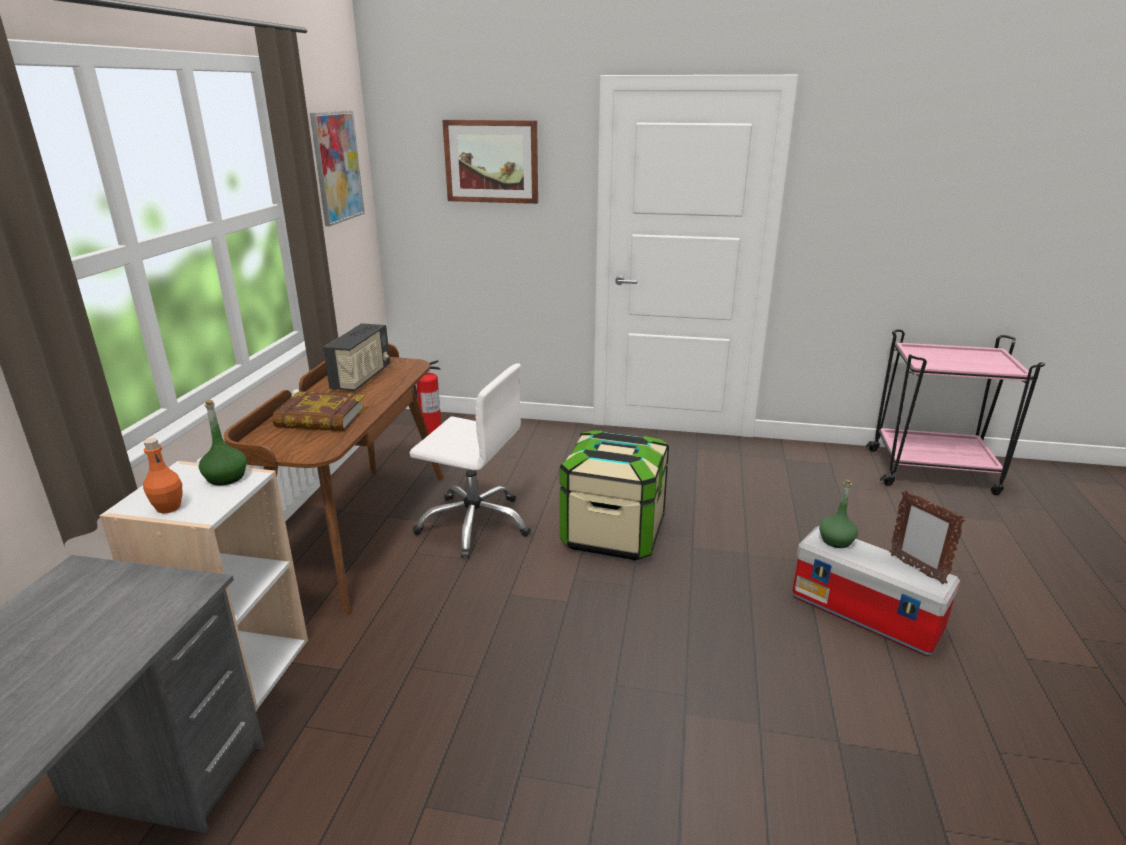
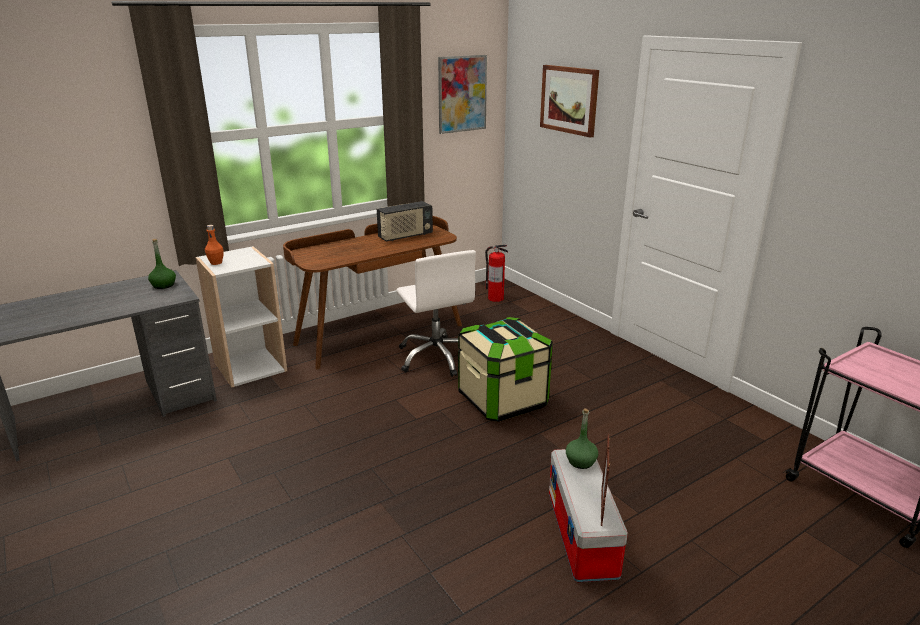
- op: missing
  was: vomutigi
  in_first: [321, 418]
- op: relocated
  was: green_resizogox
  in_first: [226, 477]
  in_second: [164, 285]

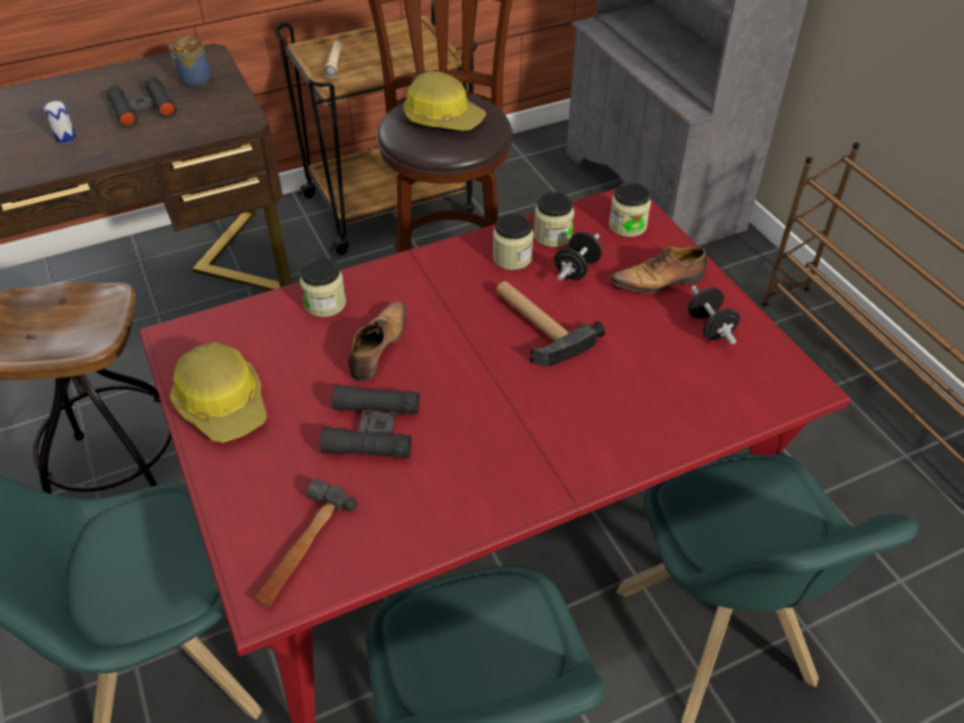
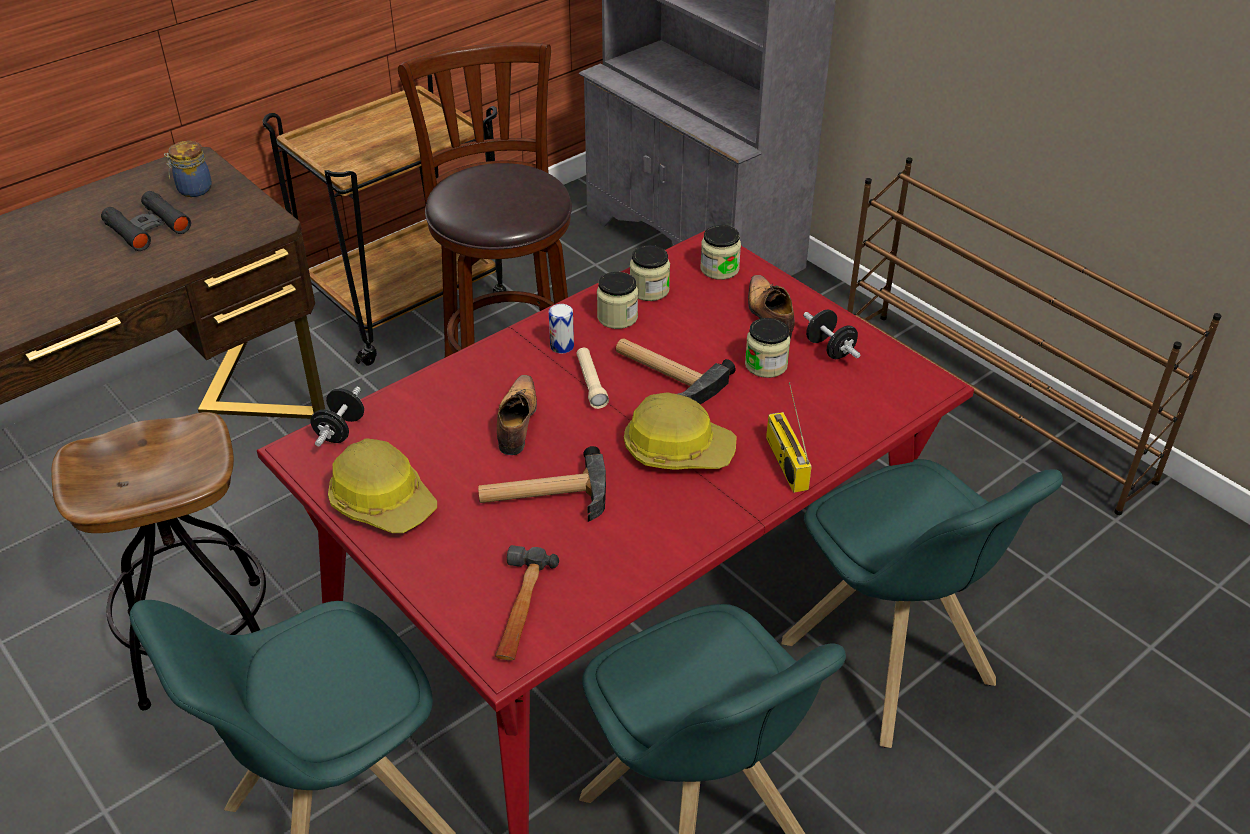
- op: appeared
  now: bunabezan
  in_second: [784, 462]
- op: relocated
  was: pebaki
  in_first: [66, 138]
  in_second: [562, 346]
- op: relocated
  was: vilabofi
  in_first: [325, 303]
  in_second: [766, 365]
- op: relocated
  was: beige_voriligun
  in_first: [334, 64]
  in_second: [591, 383]
- op: relocated
  was: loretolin
  in_first: [443, 118]
  in_second: [678, 449]
- op: relocated
  was: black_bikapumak
  in_first: [577, 269]
  in_second: [340, 430]
- op: exchanged
  was: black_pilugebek
  now: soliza
  in_first: [372, 429]
  in_second: [543, 495]
- op: spun
  was: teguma
  in_first: [660, 281]
  in_second: [769, 315]
  clockwise: 105

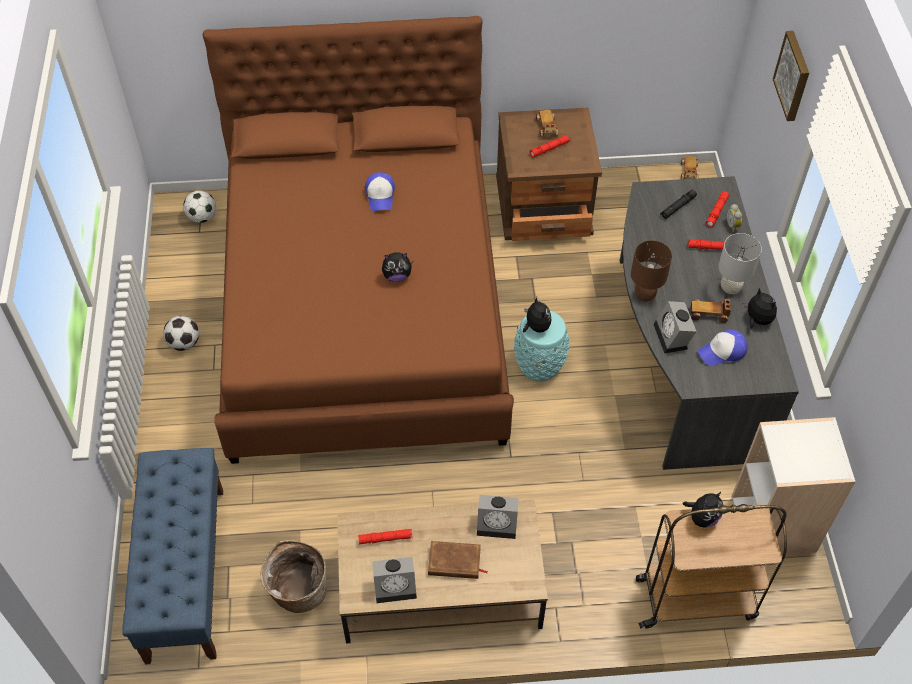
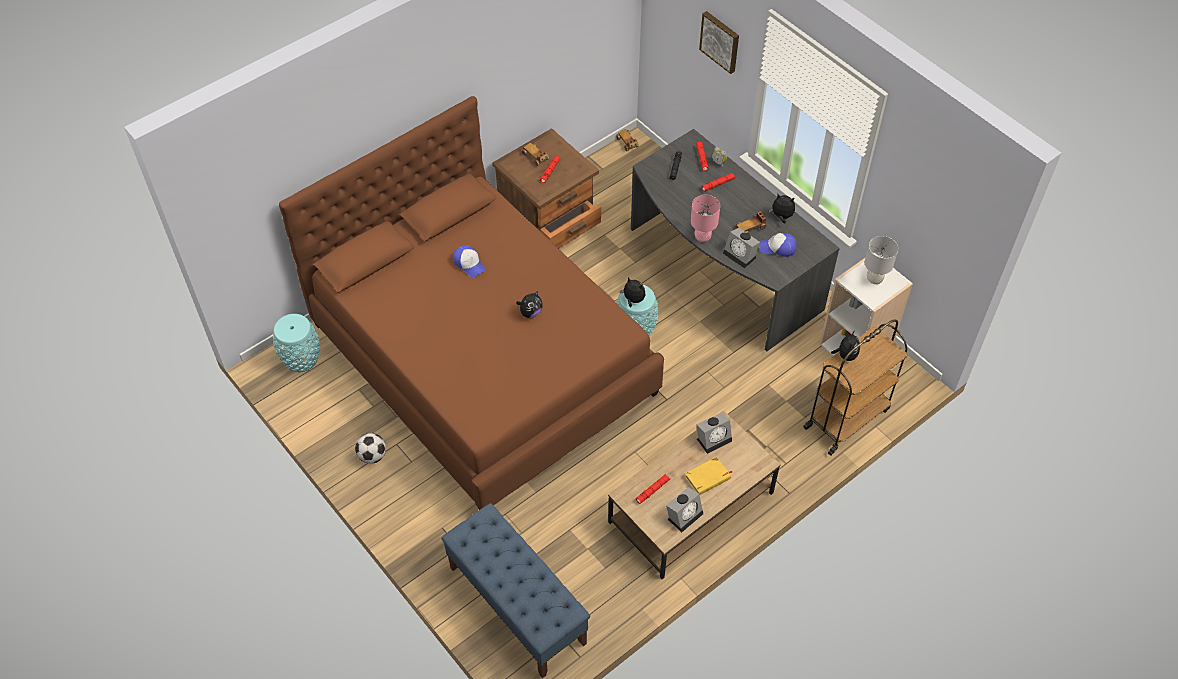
- op: missing
  was: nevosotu
  in_first: [298, 590]
- op: relocated
  was: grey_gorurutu
  in_first: [730, 287]
  in_second: [873, 279]
- op: exchanged
  was: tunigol
  now: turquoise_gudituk
  in_first: [202, 217]
  in_second: [301, 359]
- op: colour
  was: brown_vomutigi
  now: yellow_vomutigi
  in_first: [454, 562]
  in_second: [708, 478]
- op: colour
  was: brown_gorurutu
  now: pink_gorurutu
  in_first: [645, 294]
  in_second: [702, 237]
- op: spun
  was: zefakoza
  in_first: [722, 351]
  in_second: [777, 248]
  clockwise: 60

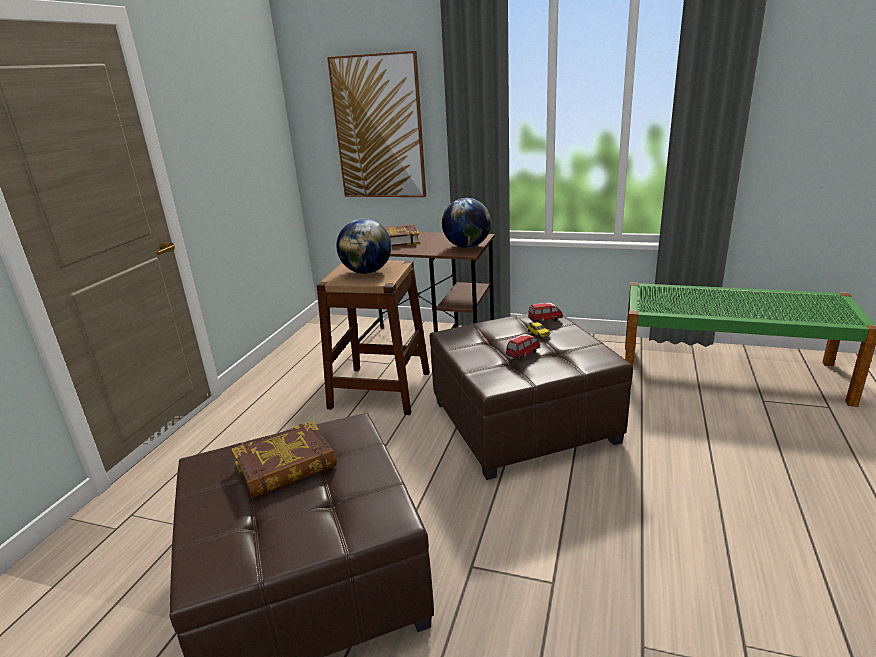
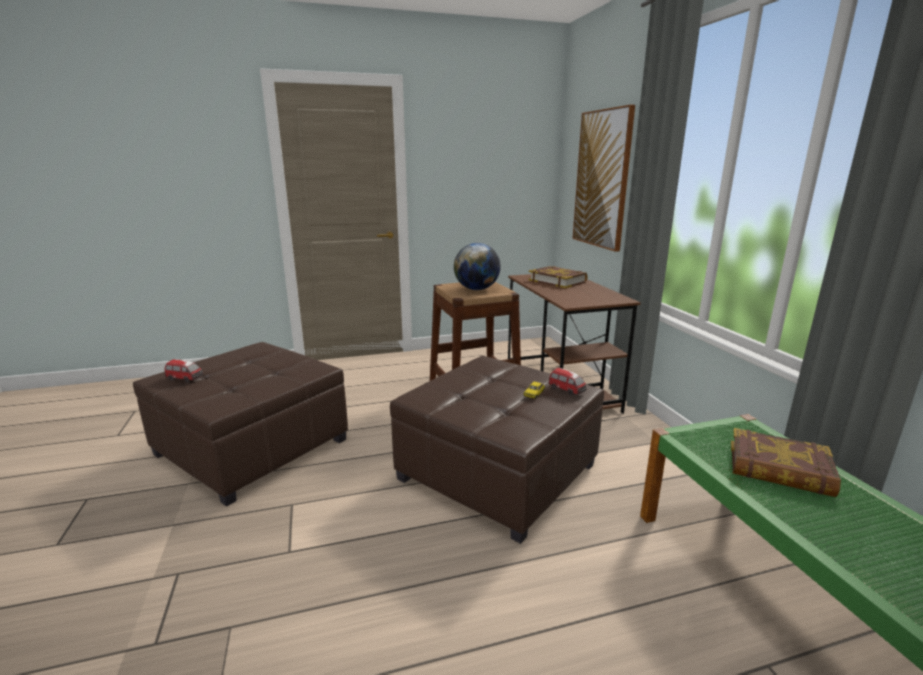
- op: missing
  was: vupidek
  in_first: [467, 246]
- op: relocated
  was: vomutigi
  in_first: [286, 466]
  in_second: [779, 469]
- op: relocated
  was: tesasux
  in_first: [523, 354]
  in_second: [185, 379]

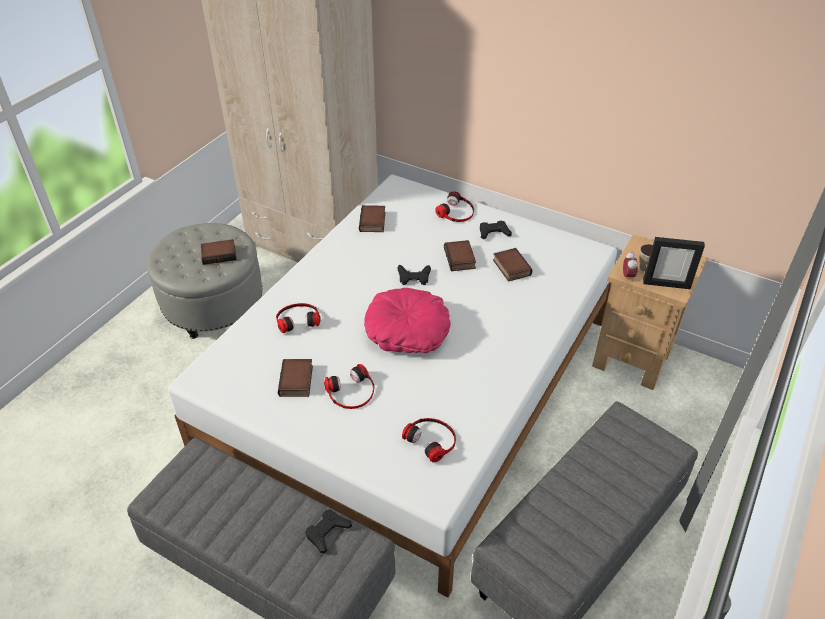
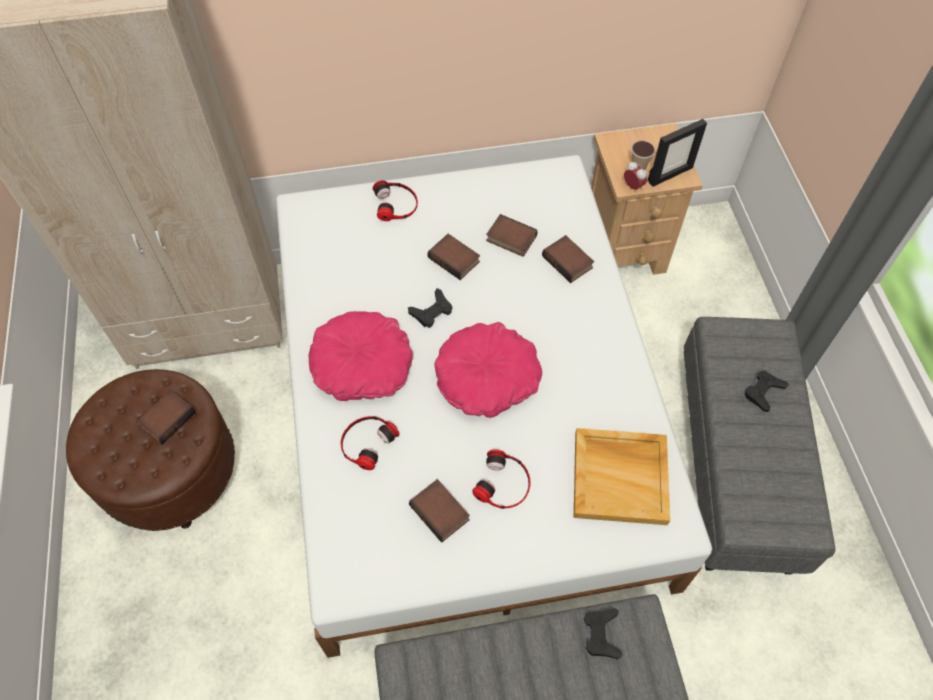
- op: appeared
  now: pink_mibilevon
  in_second: [362, 363]
- op: relocated
  was: vomutigi
  in_first: [373, 222]
  in_second: [569, 262]
- op: relocated
  was: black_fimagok
  in_first: [494, 232]
  in_second: [763, 392]
- op: exchanged
  was: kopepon
  now: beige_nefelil
  in_first: [432, 440]
  in_second: [621, 477]
- op: colour
  was: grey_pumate
  now: brown_pumate
  in_first: [214, 306]
  in_second: [171, 472]

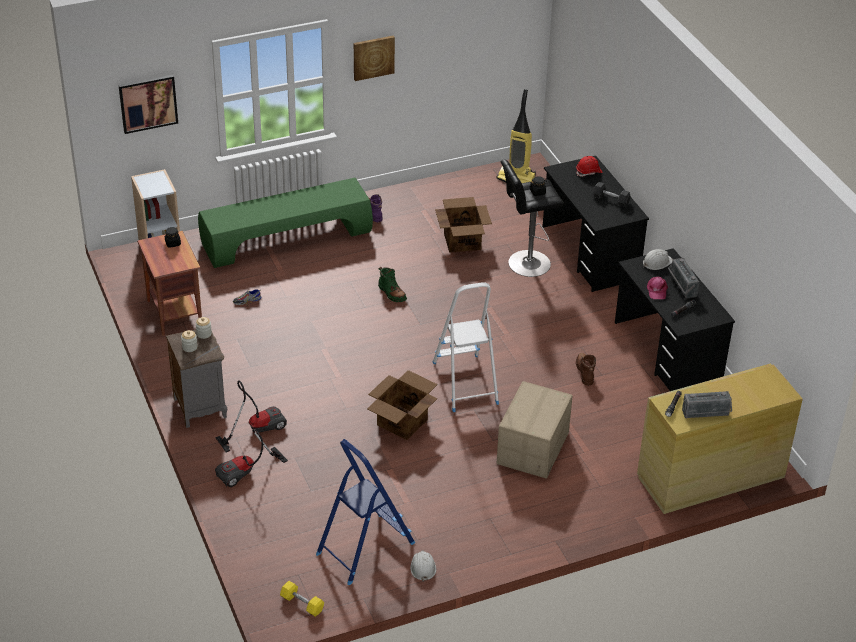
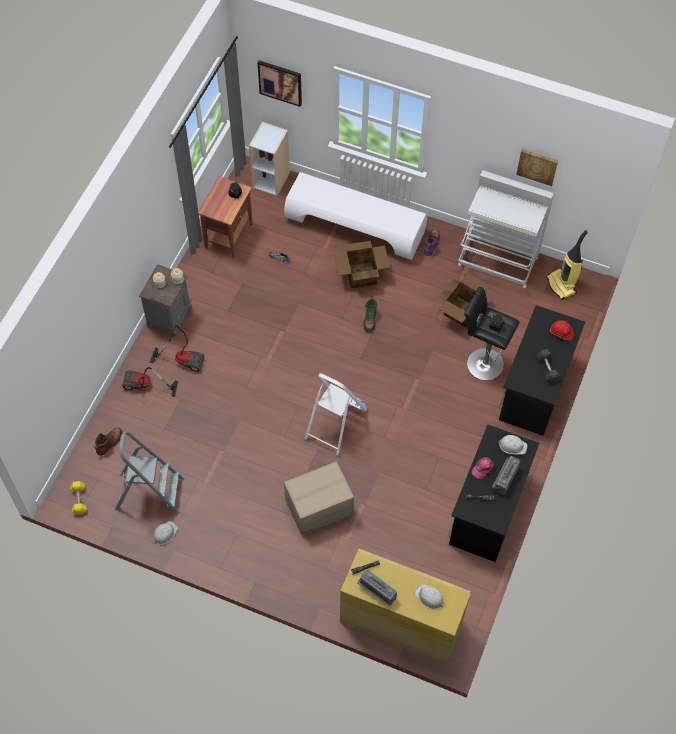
- op: appeared
  now: white_loretolin
  in_second: [429, 597]
- op: appeared
  now: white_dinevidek
  in_second: [497, 263]
- op: relocated
  was: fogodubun
  in_first: [373, 57]
  in_second: [537, 166]
- op: relocated
  was: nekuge
  in_first: [401, 422]
  in_second: [360, 275]
- op: relocated
  was: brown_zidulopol
  in_first: [585, 372]
  in_second: [109, 443]
- op: colour
  was: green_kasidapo
  now: white_kasidapo
  in_first: [286, 238]
  in_second: [355, 225]
- op: colour
  was: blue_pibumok
  now: grey_pibumok
  in_first: [366, 548]
  in_second: [150, 493]

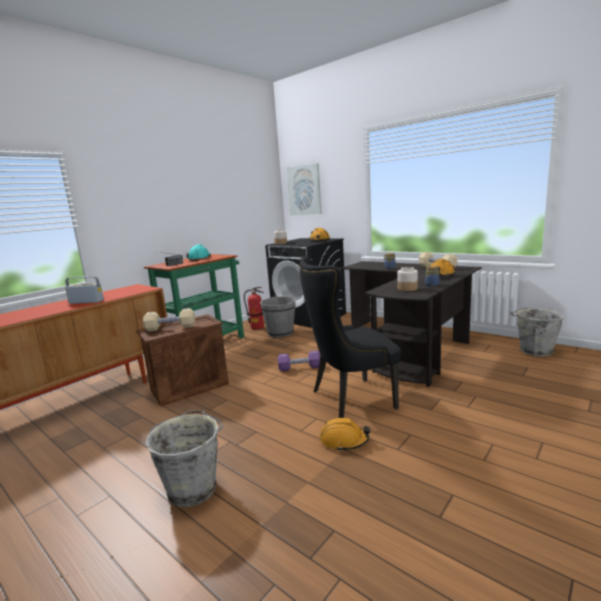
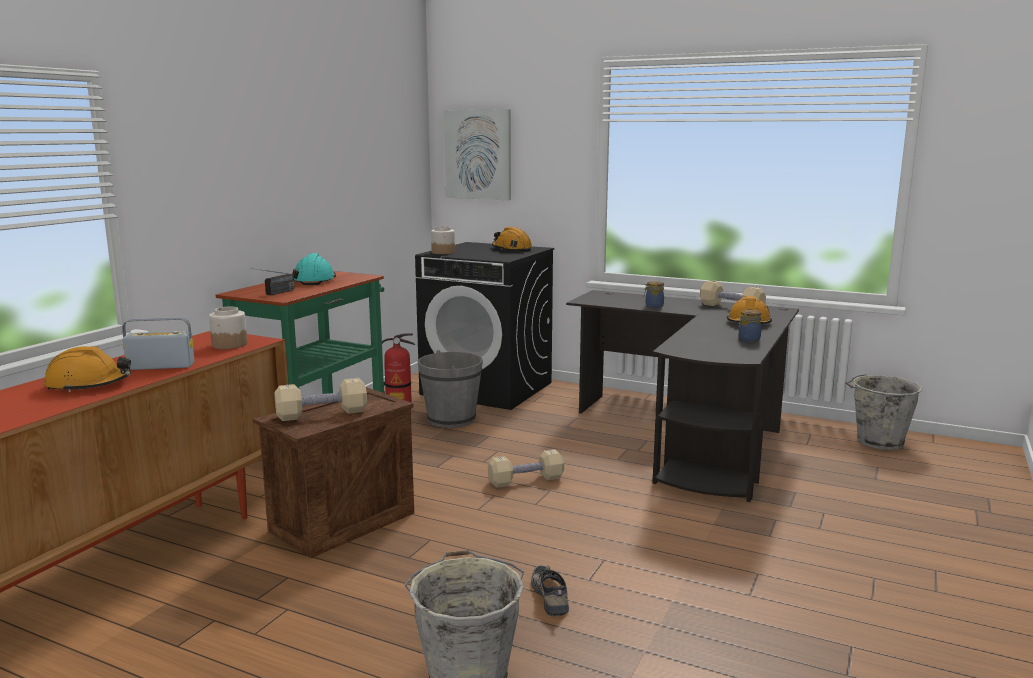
- op: missing
  was: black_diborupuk
  in_first: [351, 400]
- op: appeared
  now: teguma
  in_second: [551, 596]
- op: relocated
  was: orange_loretolin
  in_first: [344, 441]
  in_second: [88, 385]
- op: relocated
  was: vilabofi
  in_first: [407, 288]
  in_second: [229, 345]
- op: colour
  was: purple_bikapumak
  now: beige_bikapumak
  in_first: [300, 368]
  in_second: [526, 480]

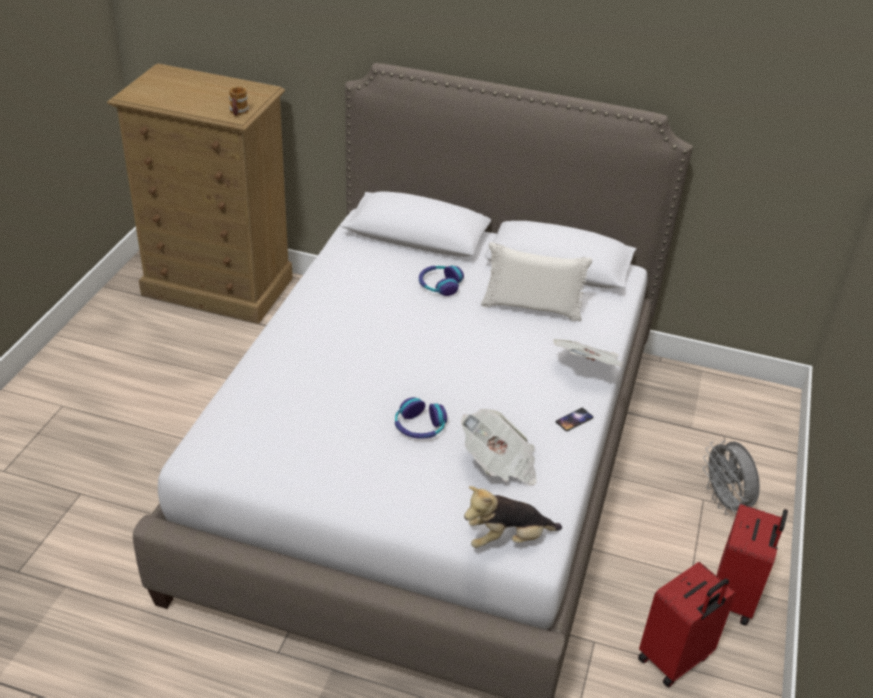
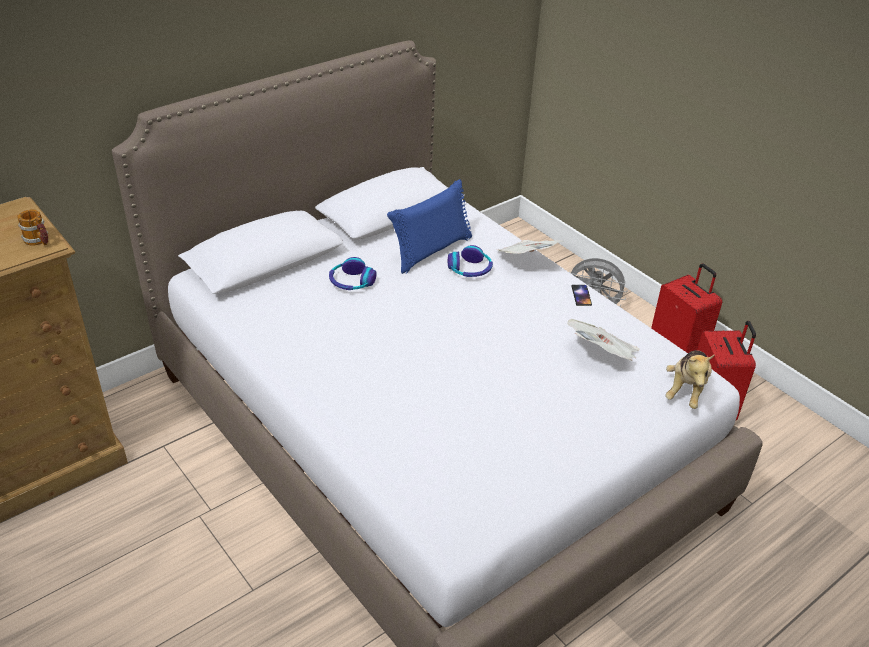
- op: relocated
  was: kopepon
  in_first: [419, 426]
  in_second: [470, 269]
- op: colour
  was: white_mibilevon
  now: blue_mibilevon
  in_first: [532, 307]
  in_second: [431, 251]

